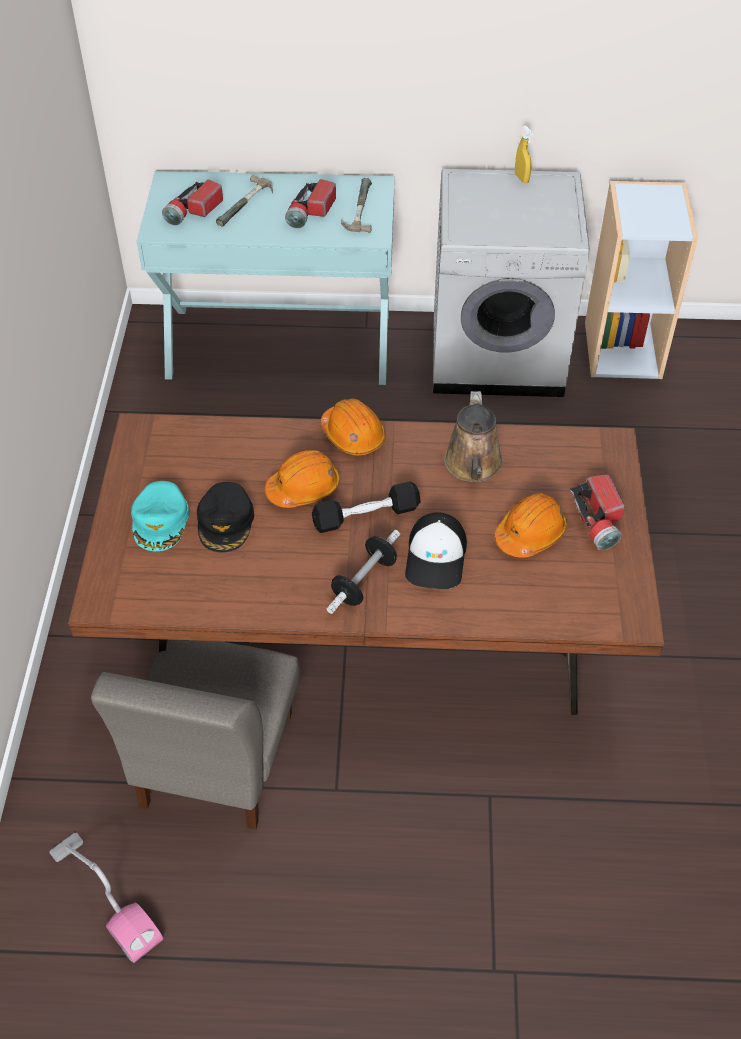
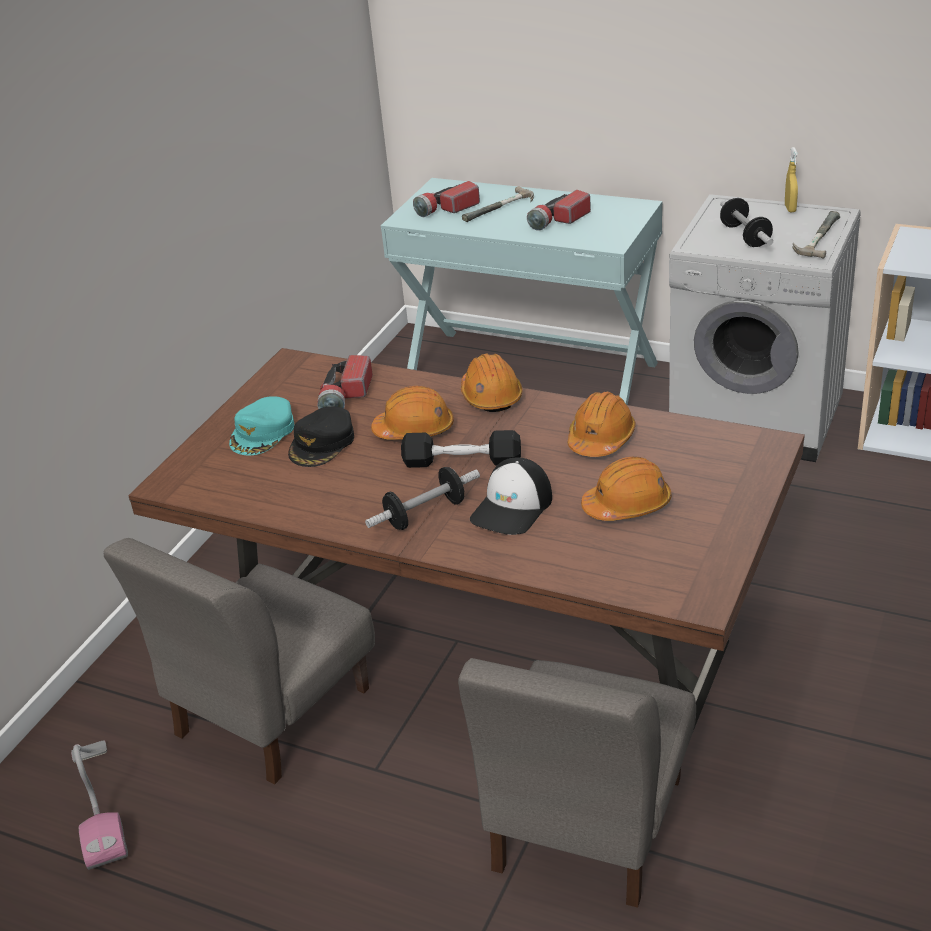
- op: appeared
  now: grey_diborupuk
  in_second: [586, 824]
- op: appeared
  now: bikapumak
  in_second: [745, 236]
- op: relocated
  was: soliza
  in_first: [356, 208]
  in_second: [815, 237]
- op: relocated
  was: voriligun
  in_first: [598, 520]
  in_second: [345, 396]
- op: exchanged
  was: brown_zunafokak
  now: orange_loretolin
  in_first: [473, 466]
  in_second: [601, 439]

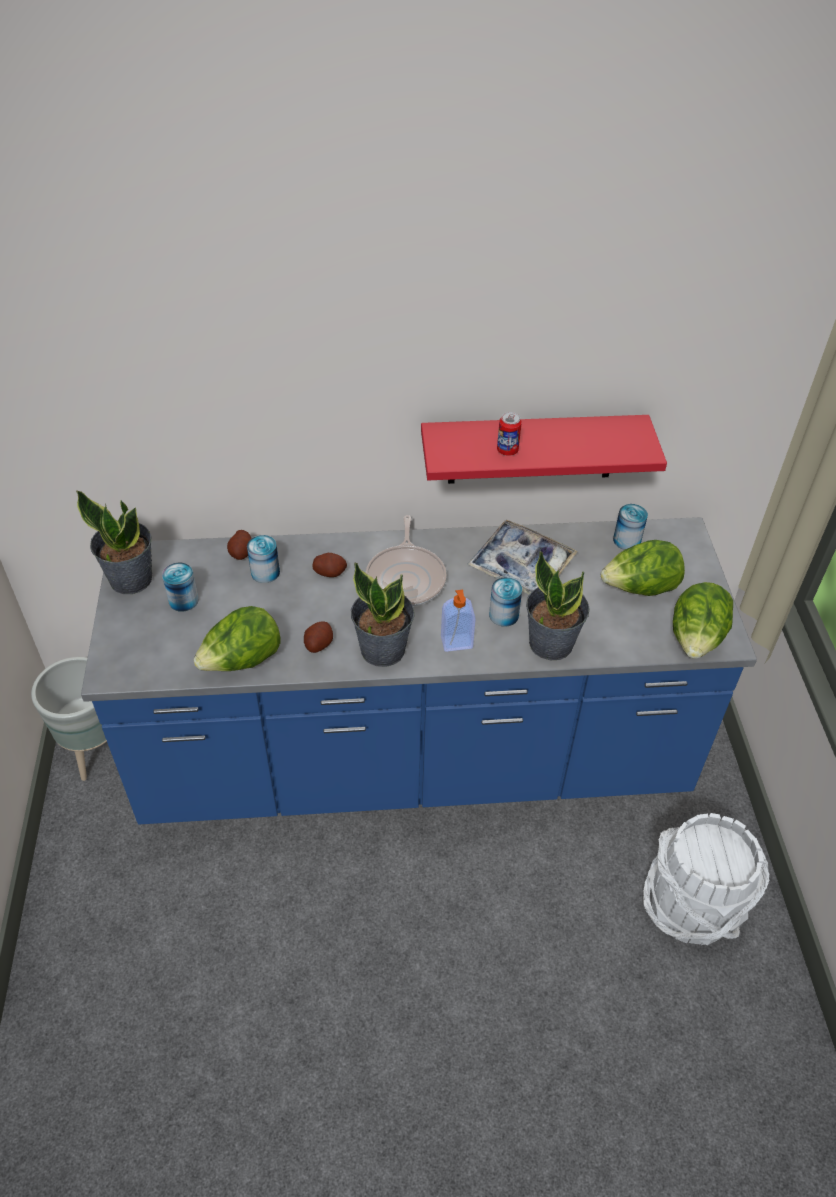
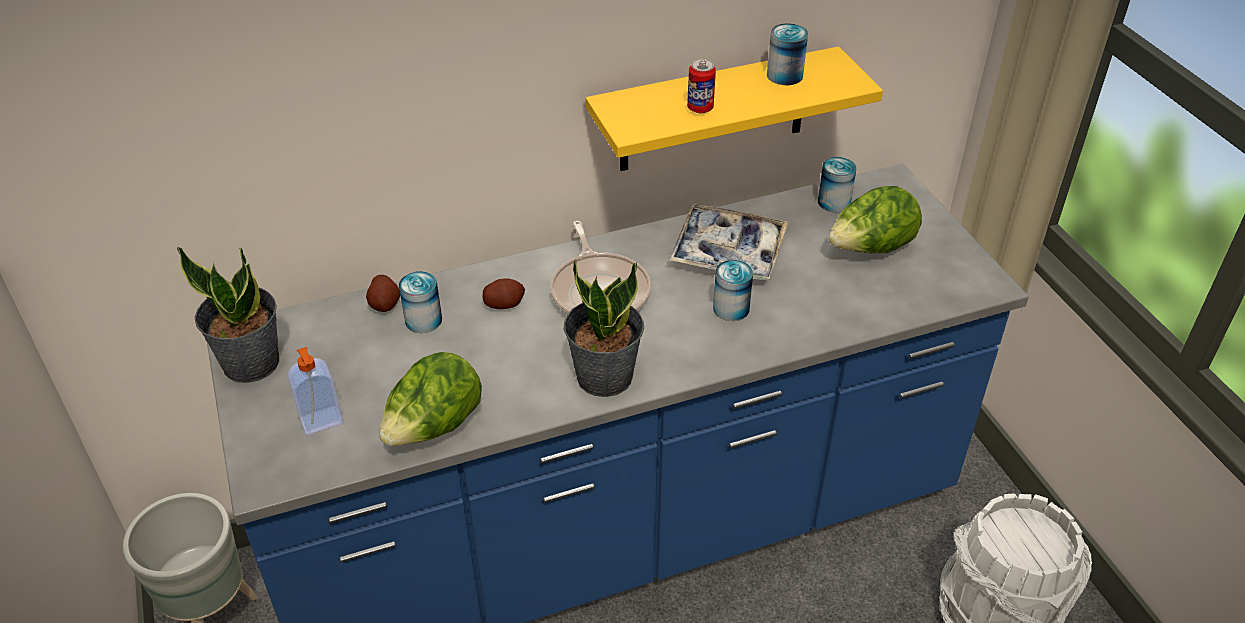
- op: missing
  was: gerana
  in_first: [318, 644]
- op: missing
  was: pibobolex
  in_first: [551, 642]
- op: missing
  was: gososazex
  in_first: [696, 639]
- op: relocated
  was: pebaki
  in_first: [183, 600]
  in_second: [784, 75]
- op: relocated
  was: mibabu
  in_first: [457, 643]
  in_second: [321, 421]
- op: colour
  was: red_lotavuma
  now: yellow_lotavuma
  in_first: [532, 449]
  in_second: [713, 111]

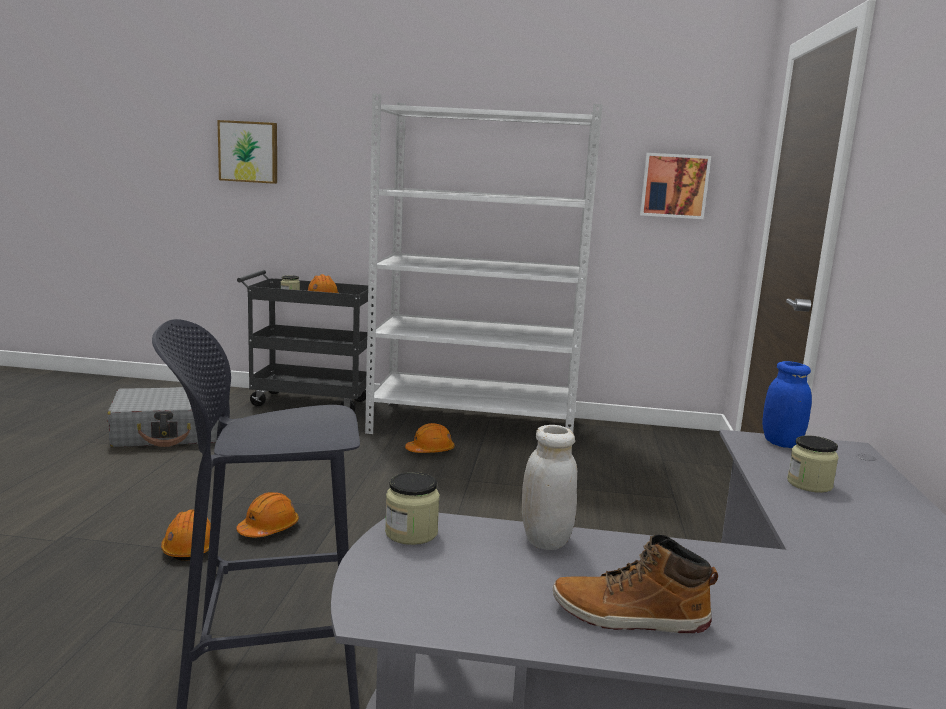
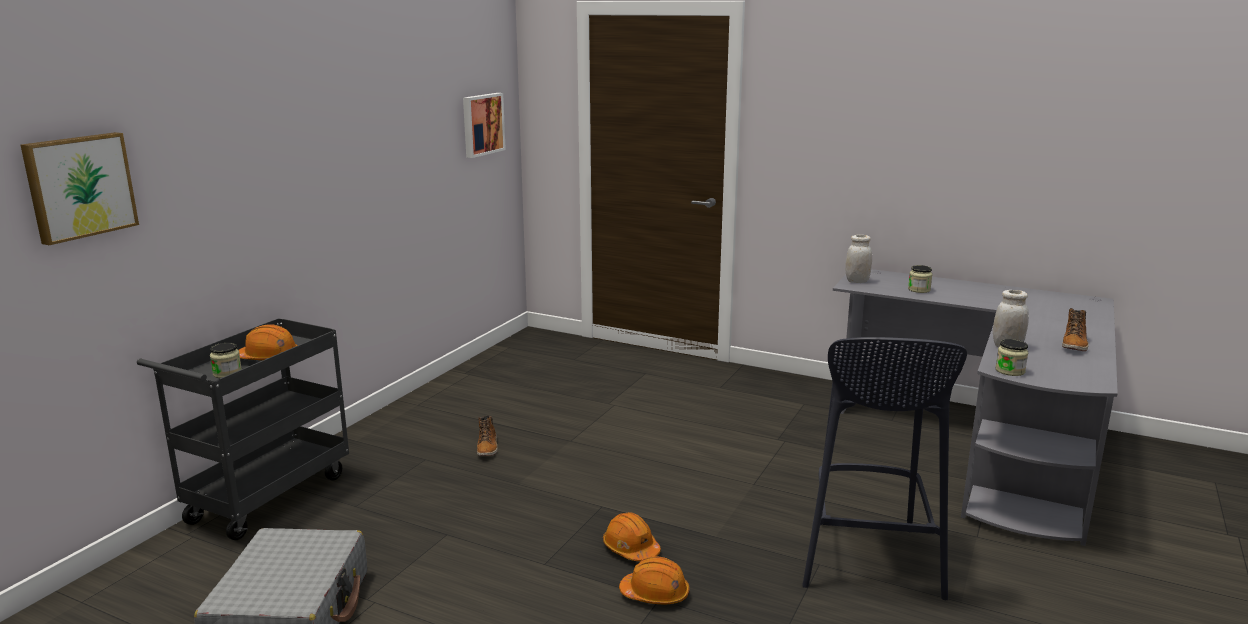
- op: missing
  was: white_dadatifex
  in_first: [473, 426]
- op: exchanged
  was: orange_loretolin
  now: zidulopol
  in_first: [430, 451]
  in_second: [487, 447]
- op: colour
  was: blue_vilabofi
  now: white_vilabofi
  in_first: [781, 443]
  in_second: [857, 281]

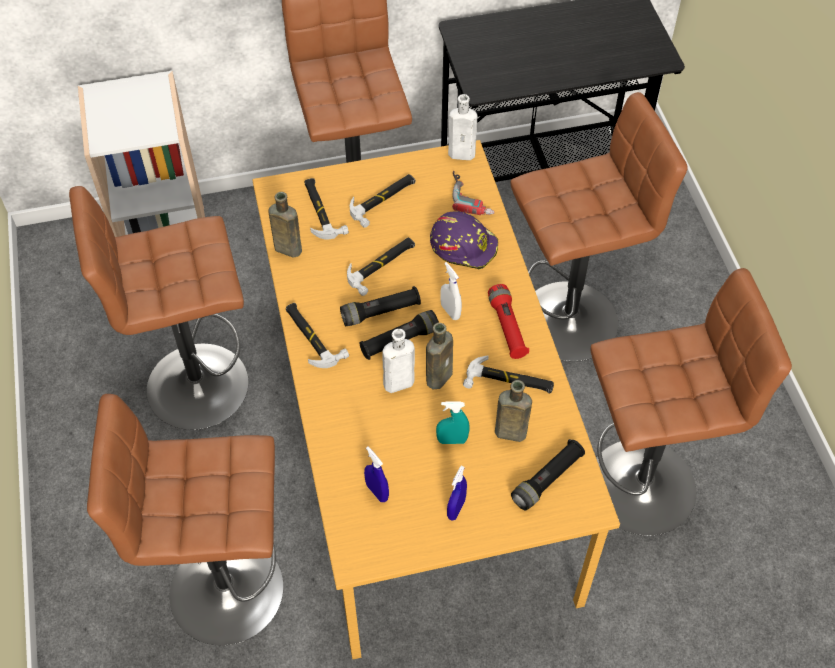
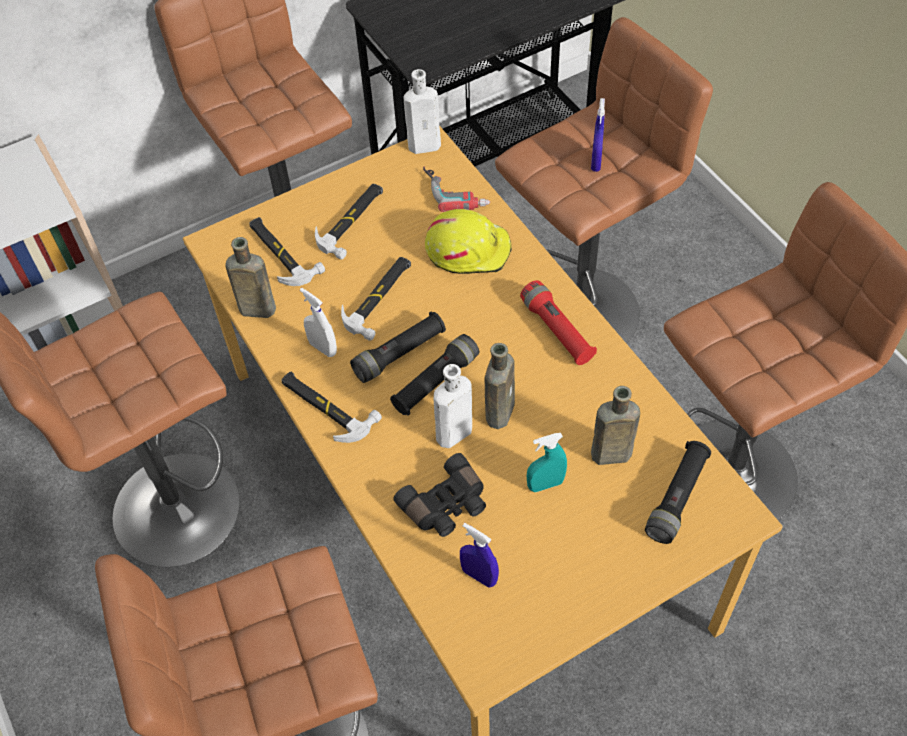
- op: missing
  was: soliza
  in_first: [509, 381]
- op: appeared
  now: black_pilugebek
  in_second: [446, 506]
- op: relocated
  was: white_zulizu
  in_first: [450, 311]
  in_second: [323, 348]
- op: relocated
  was: blue_zulizu
  in_first: [456, 509]
  in_second: [596, 162]
- op: colour
  was: purple_loretolin
  now: yellow_loretolin
  in_first: [464, 245]
  in_second: [468, 249]

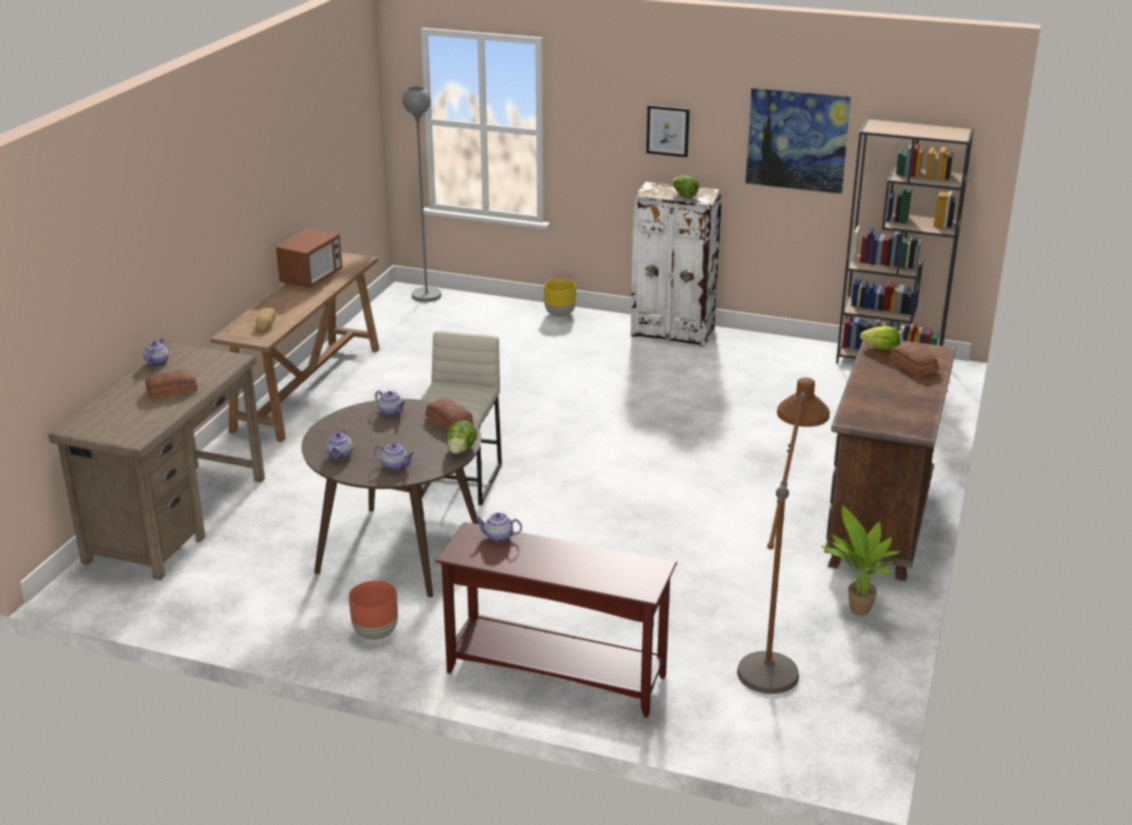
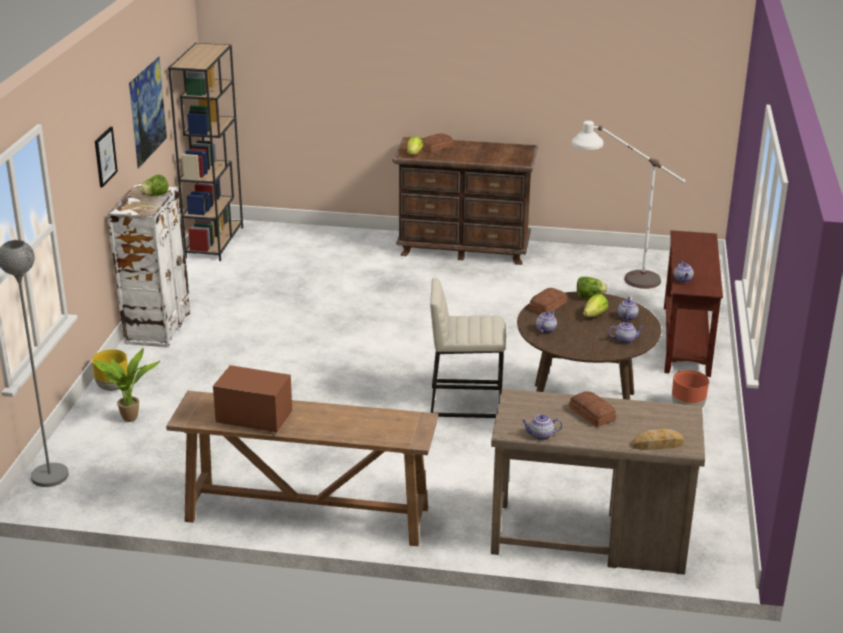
- op: appeared
  now: gososazex
  in_second: [594, 315]
- op: relocated
  was: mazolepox
  in_first: [266, 323]
  in_second: [657, 444]
- op: relocated
  was: pibobolex
  in_first: [856, 611]
  in_second: [130, 420]
- op: colour
  was: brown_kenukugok
  now: white_kenukugok
  in_first: [775, 647]
  in_second: [616, 278]

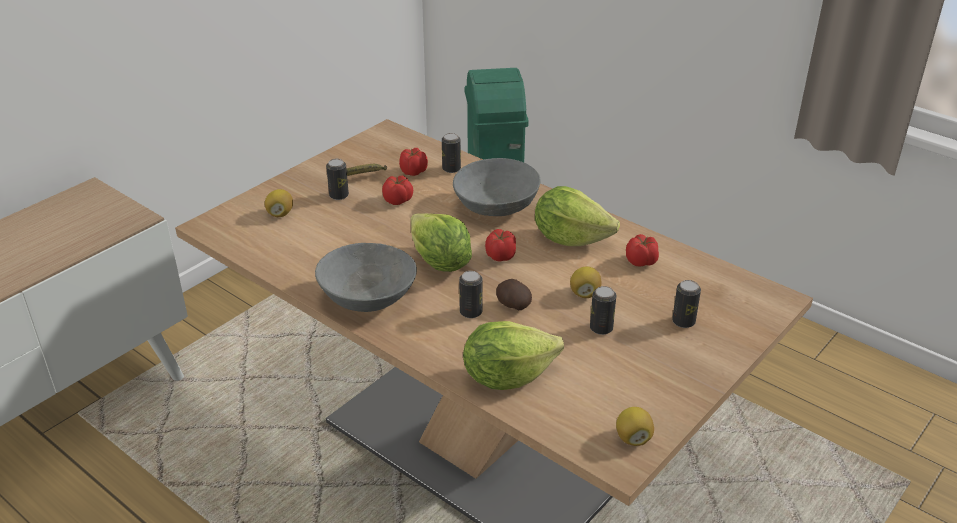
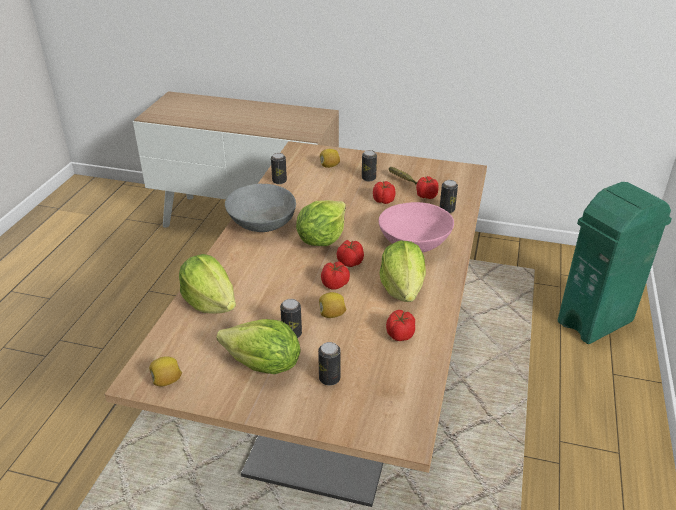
- op: missing
  was: gerana
  in_first: [512, 305]
- op: appeared
  now: gososazex
  in_second: [263, 366]
- op: appeared
  now: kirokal
  in_second: [335, 284]
- op: relocated
  was: pebaki
  in_first: [471, 312]
  in_second: [279, 181]
- op: colour
  was: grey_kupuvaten
  now: pink_kupuvaten
  in_first: [496, 206]
  in_second: [415, 242]

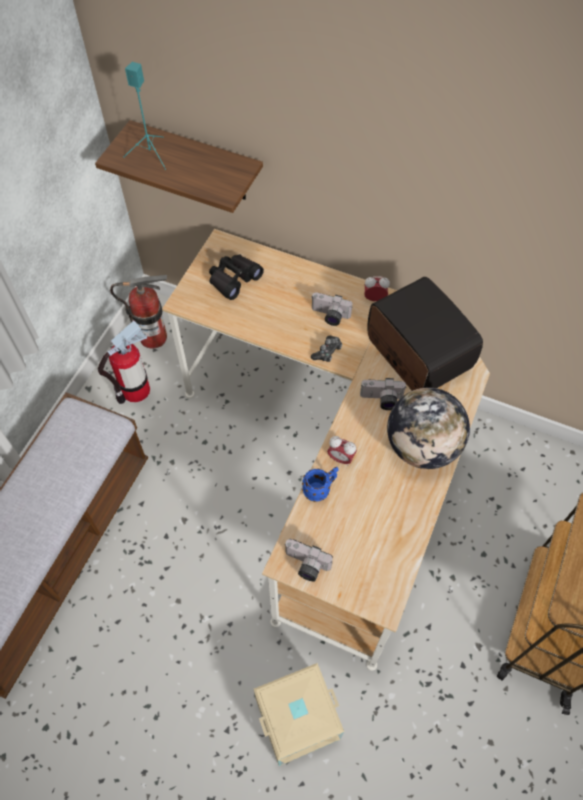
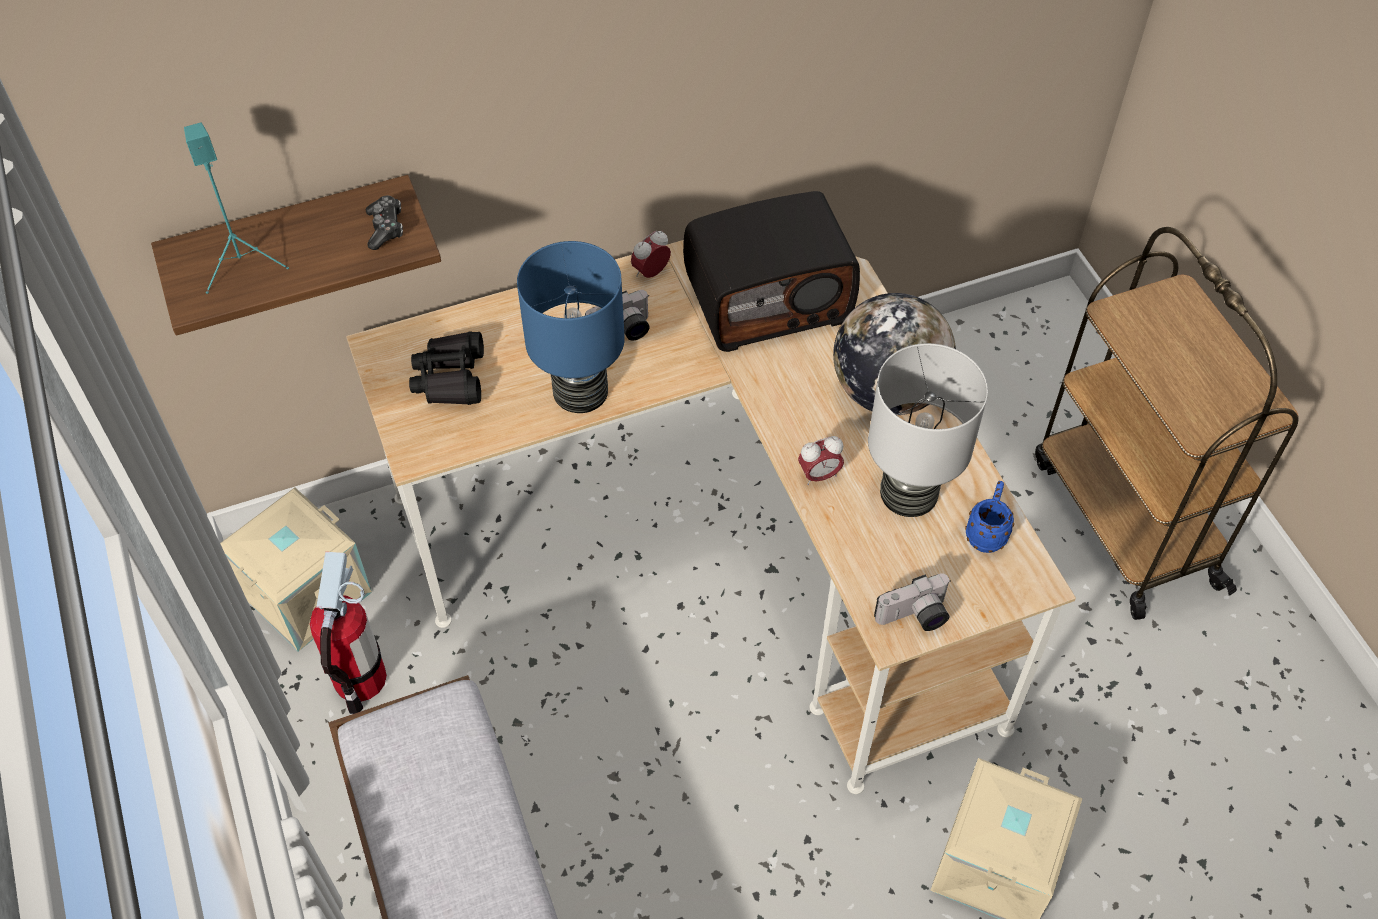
- op: missing
  was: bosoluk
  in_first: [381, 400]
- op: appeared
  now: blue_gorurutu
  in_second: [580, 392]
- op: appeared
  now: grey_gorurutu
  in_second: [909, 493]
- op: relocated
  was: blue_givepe
  in_first: [320, 489]
  in_second: [987, 533]
- op: relocated
  was: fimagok
  in_first: [327, 352]
  in_second: [385, 228]
- op: exchanged
  was: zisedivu
  now: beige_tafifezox
  in_first: [153, 337]
  in_second: [305, 591]
- op: spun
  was: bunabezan
  in_first: [416, 354]
  in_second: [768, 299]
  clockwise: 150

